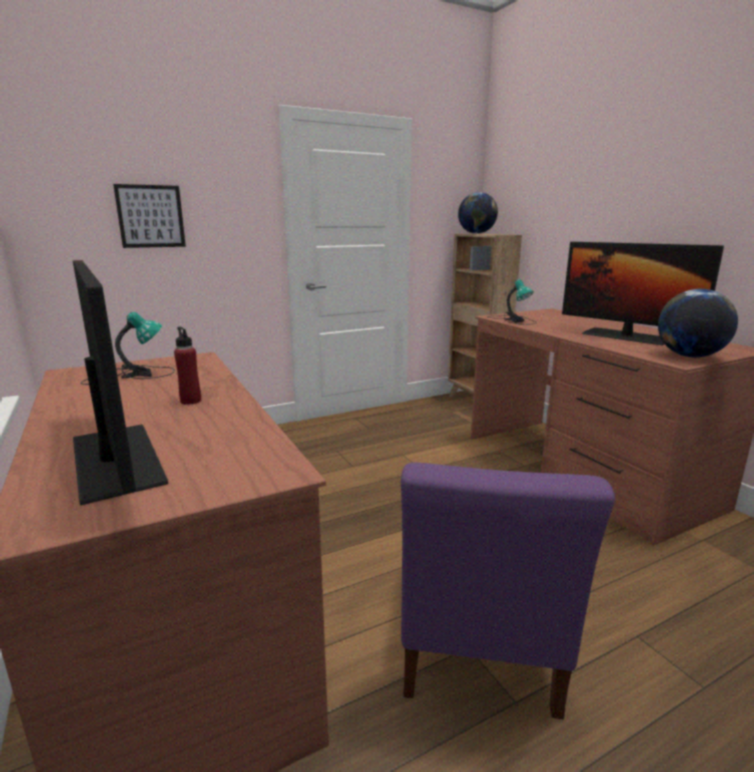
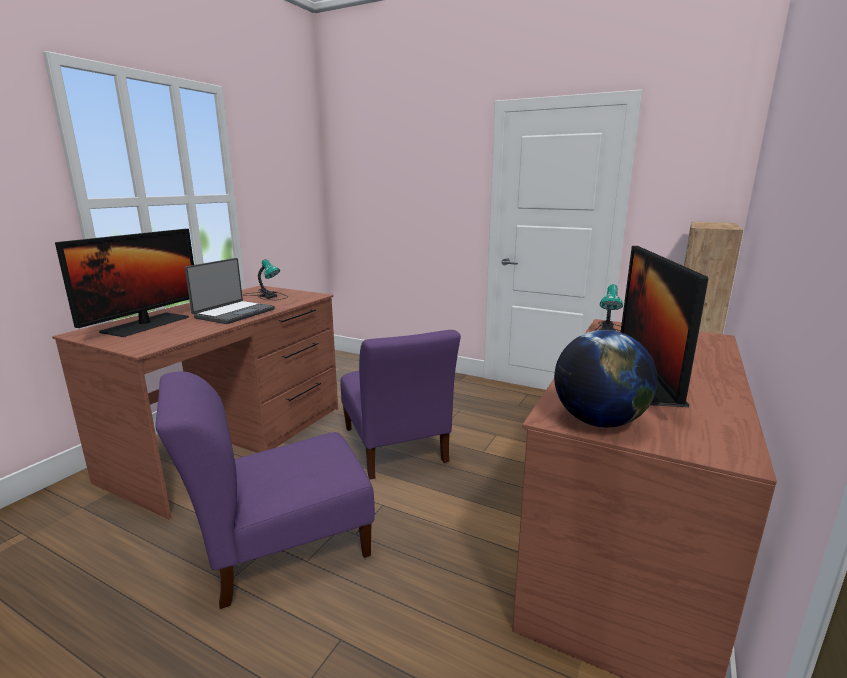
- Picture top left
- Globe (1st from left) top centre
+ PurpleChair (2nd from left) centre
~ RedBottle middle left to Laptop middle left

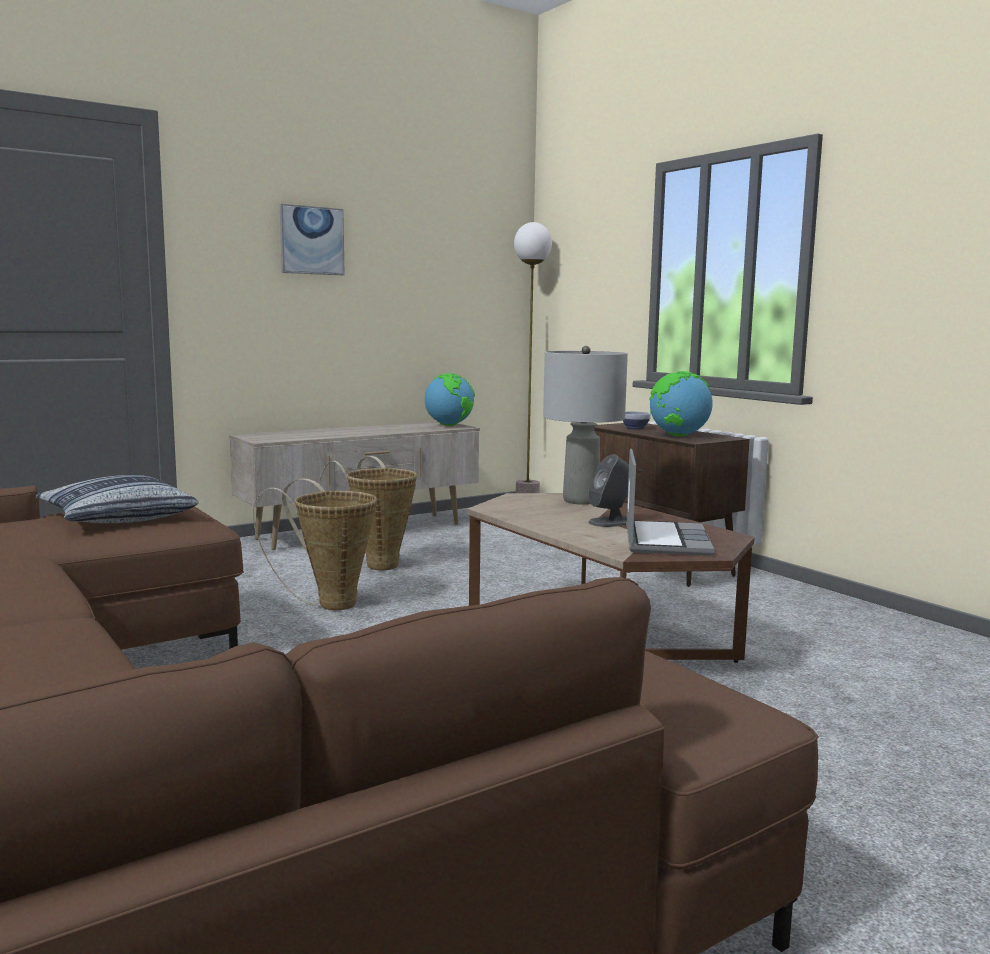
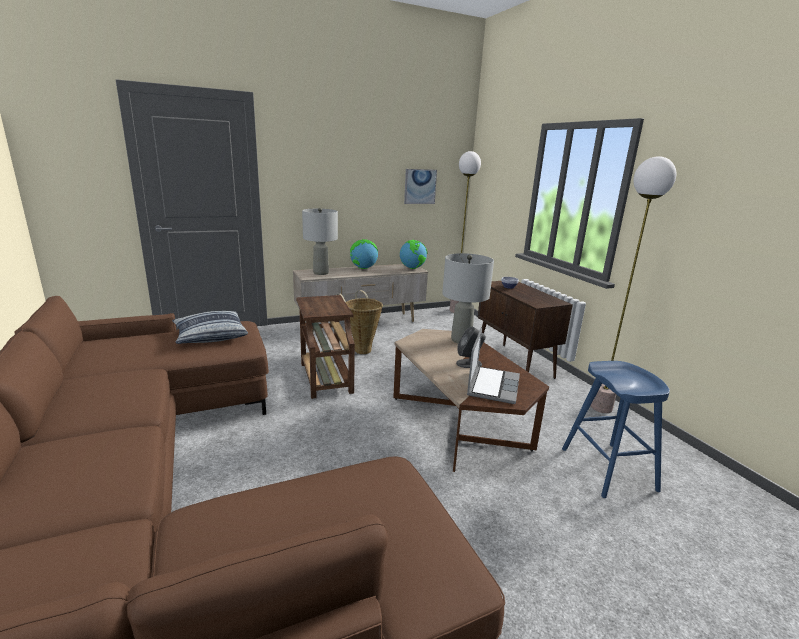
+ GreyTableLamp (1st from left) centre
+ BlueStool bottom right
+ FloorLamp (2nd from left) middle right
~ Picture top left to top centre
~ Globe (2nd from left in the first image) middle right to Globe (1st from left) centre
~ Basket (1st from left) middle left to BrownSideTable centre

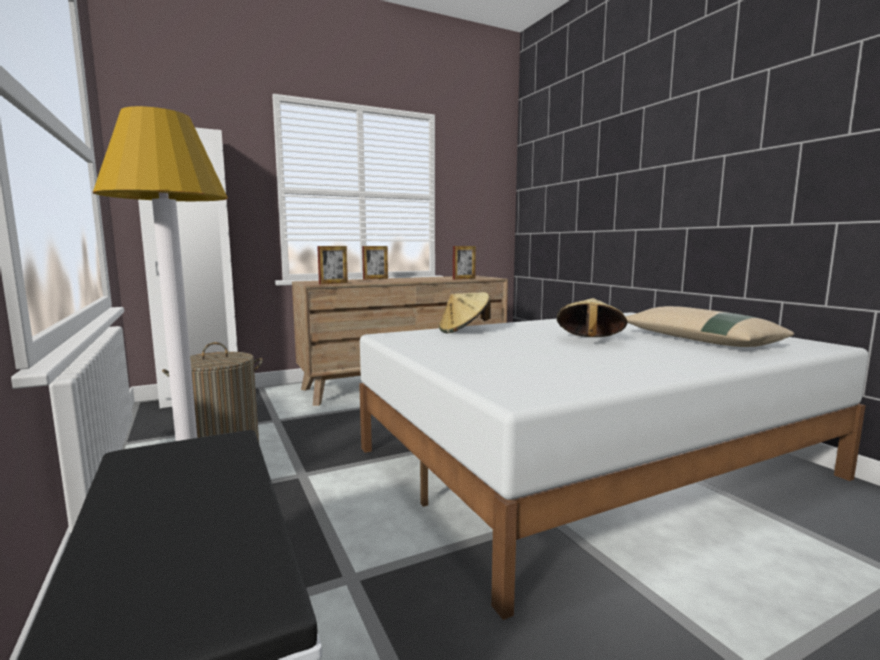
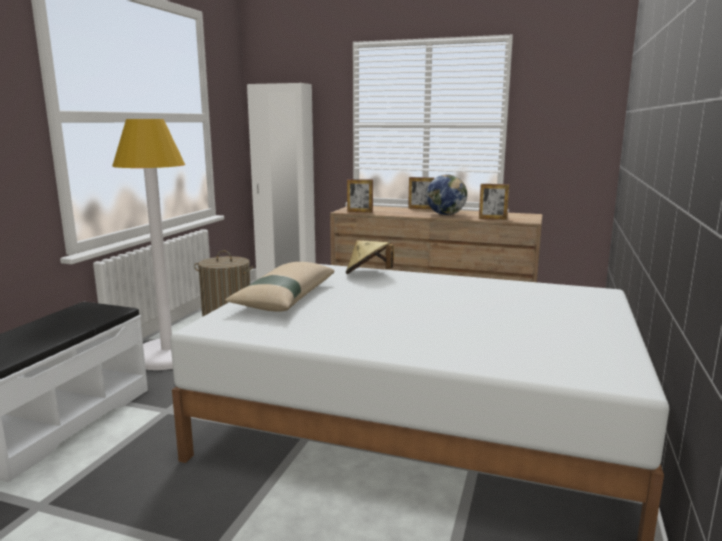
- BeigeHat (2nd from left) middle right
+ Globe centre
~ BeigePillow middle right to centre

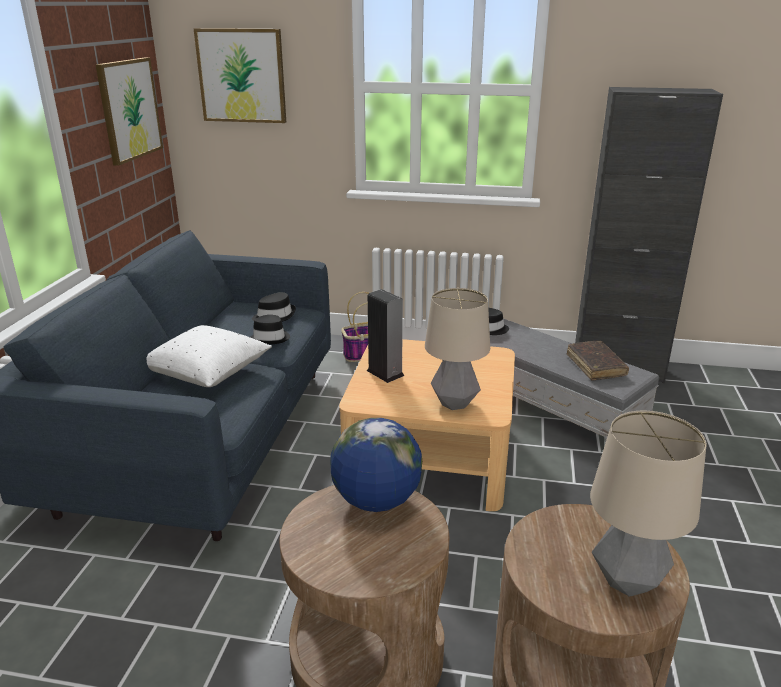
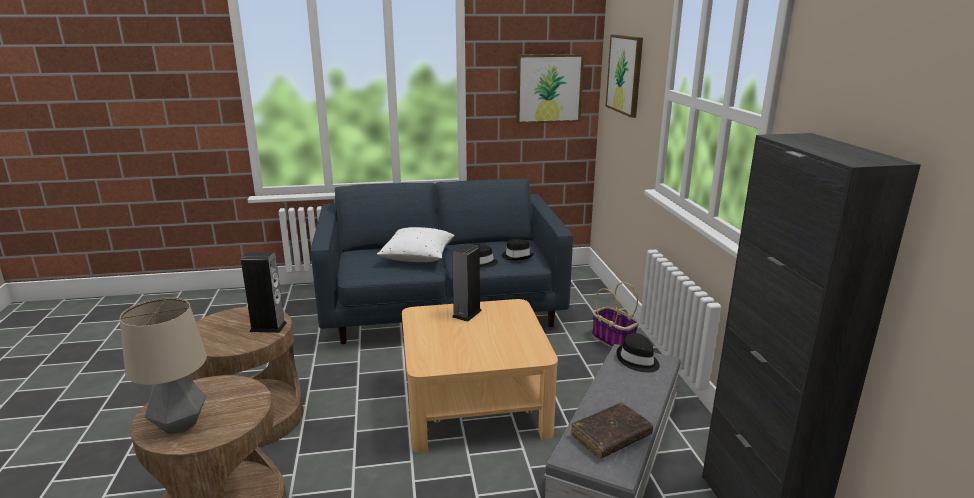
- TableLamp (1st from left) centre
~ Globe bottom centre to Speaker (1st from left) middle left

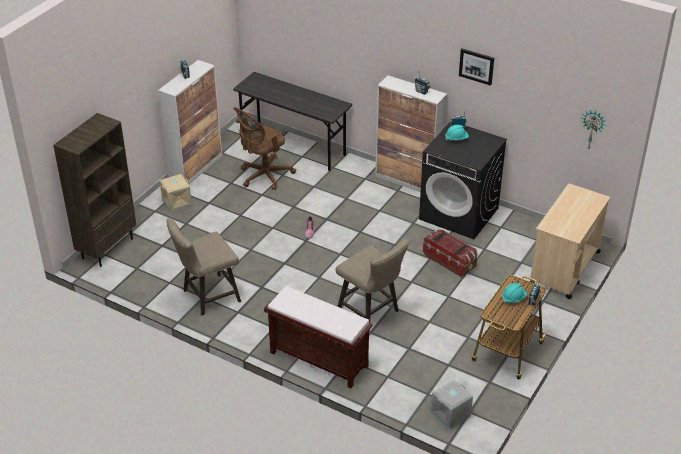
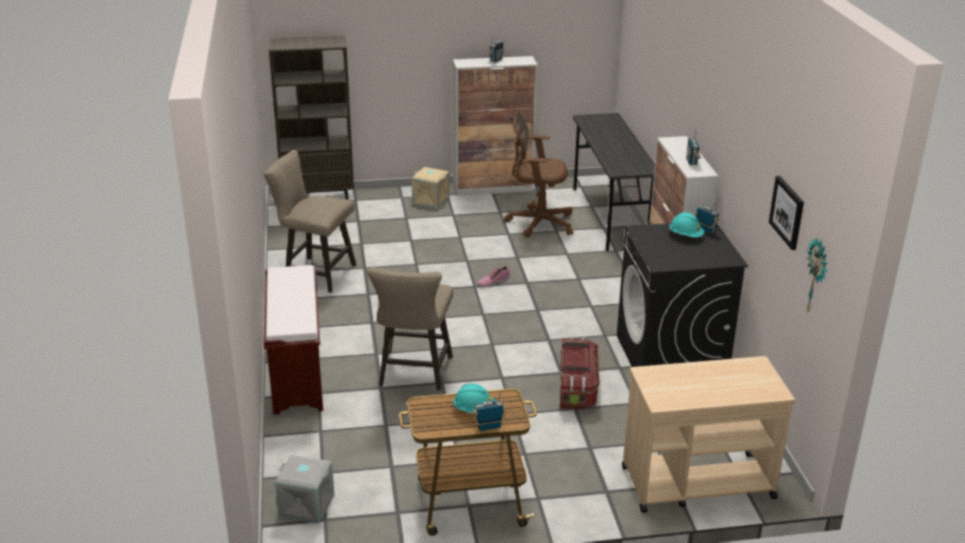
~ Picture top right to middle right

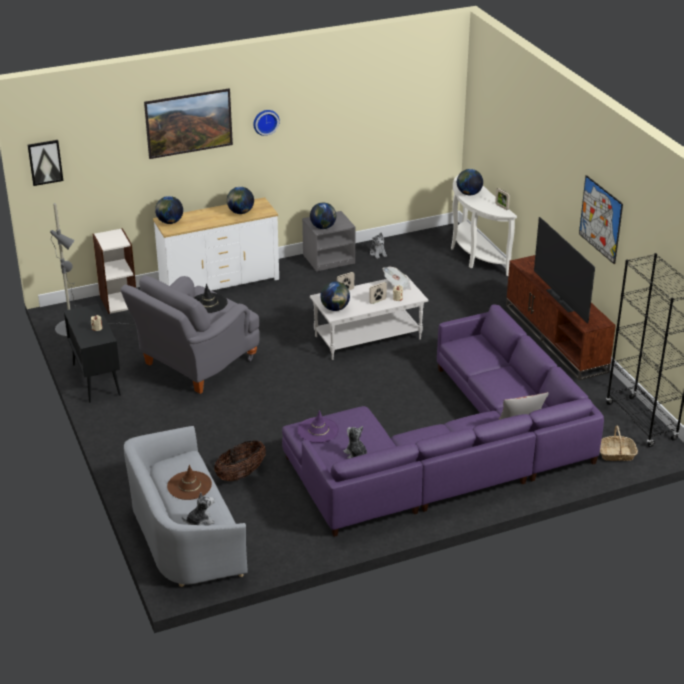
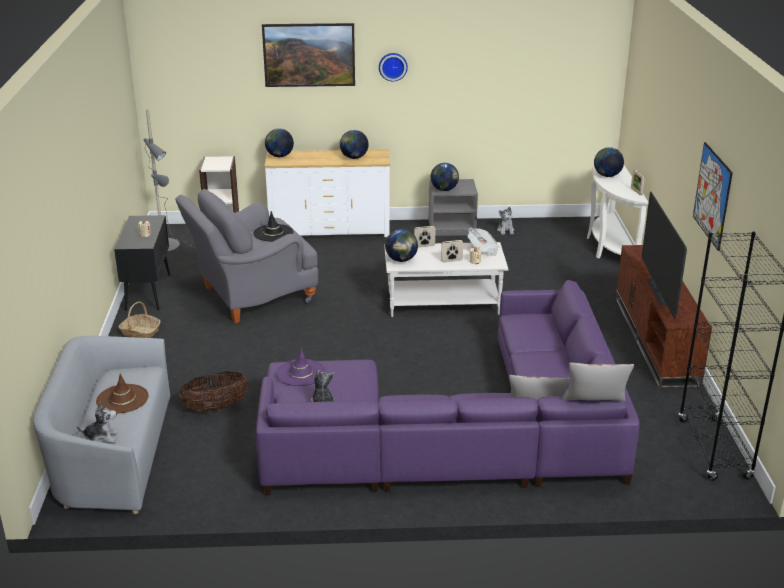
- Picture (1st from left) top left
+ Pillow (2nd from left) middle right
~ Basket (2nd from left in the first image) middle right to Basket (1st from left) middle left

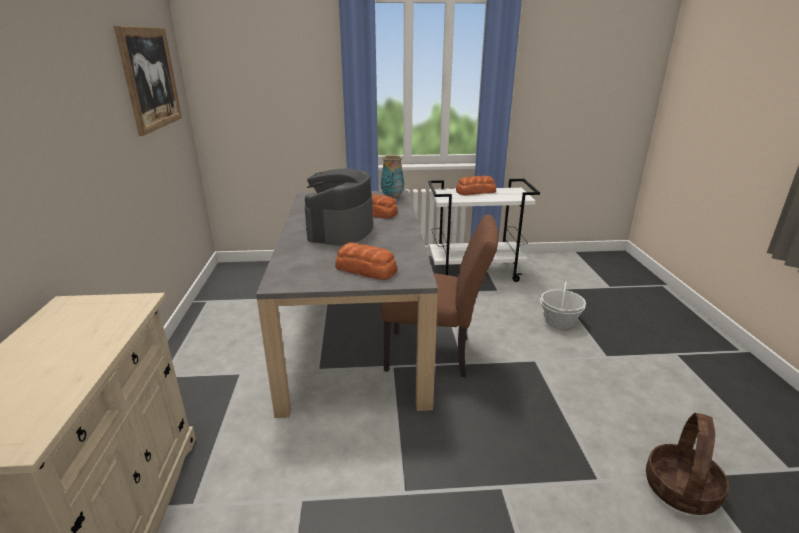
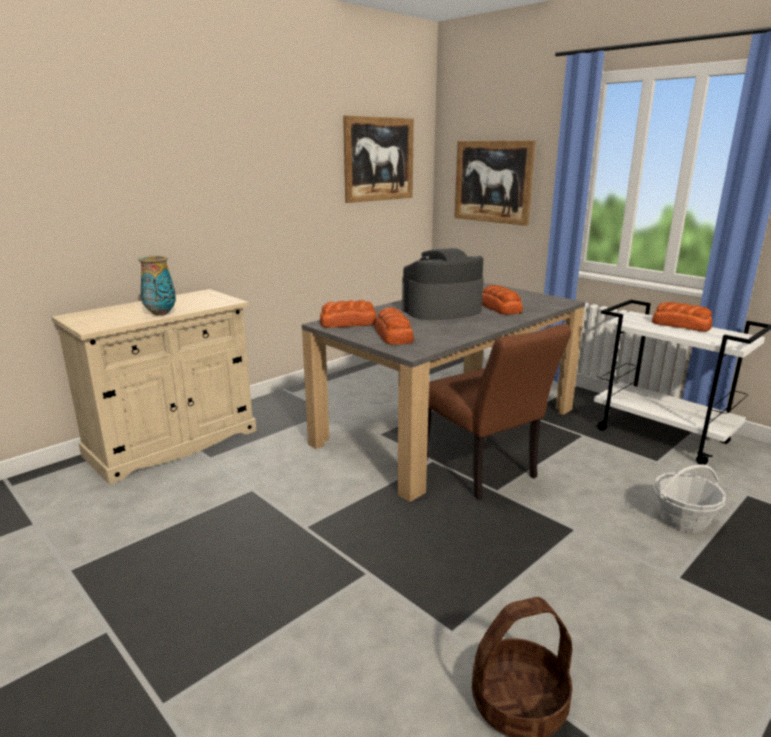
+ Bread (1st from left) centre
+ Picture (2nd from left) top centre
~ Vase top centre to middle left

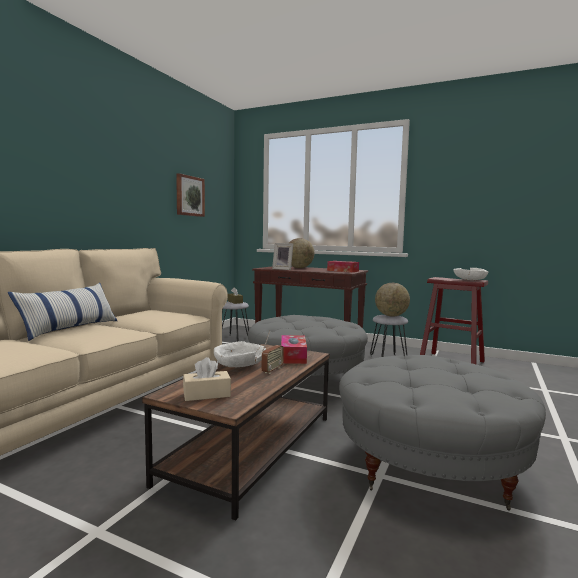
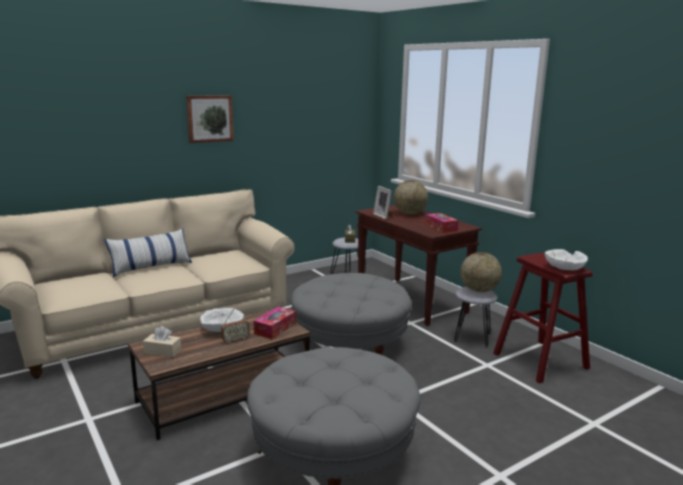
~ Picture middle left to top left

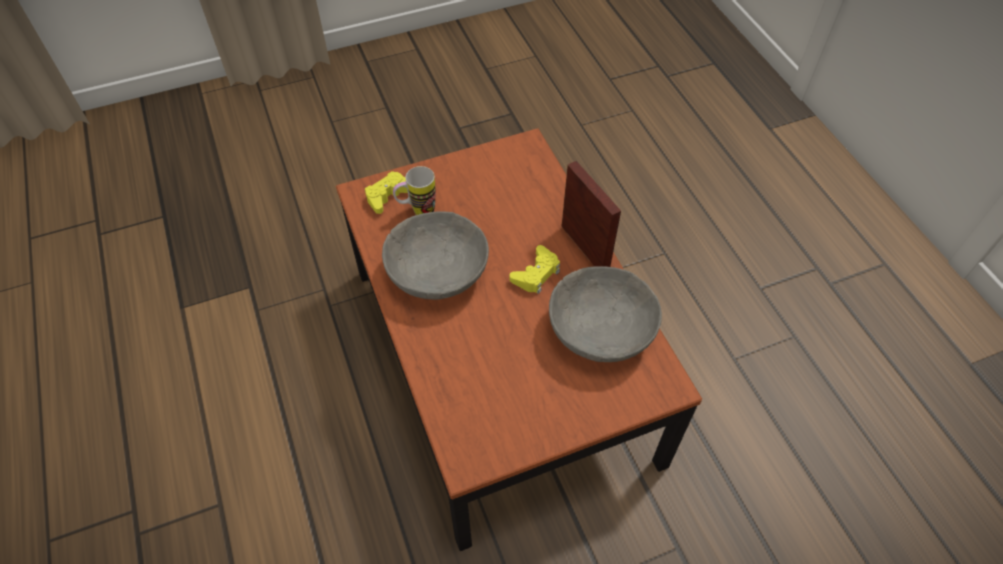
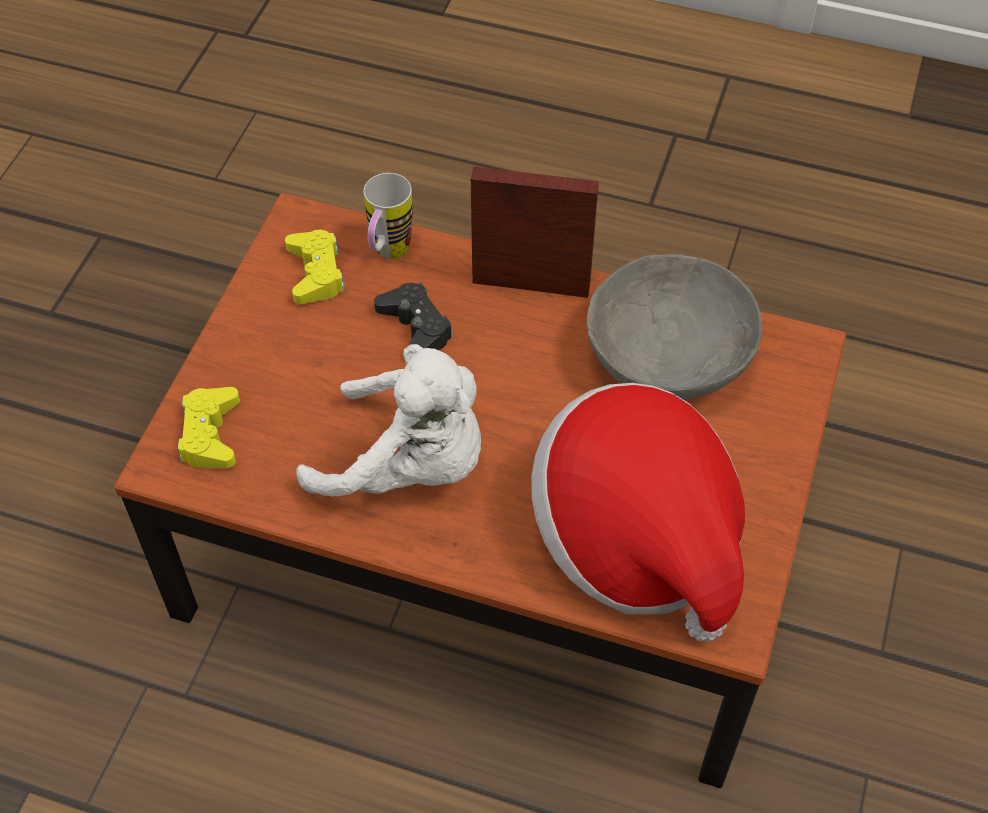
+ BlackGameController centre
+ Hat centre
~ Mug centre to top centre
~ YellowGameController (2nd from left) centre to top left
~ GreyBowl (1st from left) centre to WhitePlushToy centre

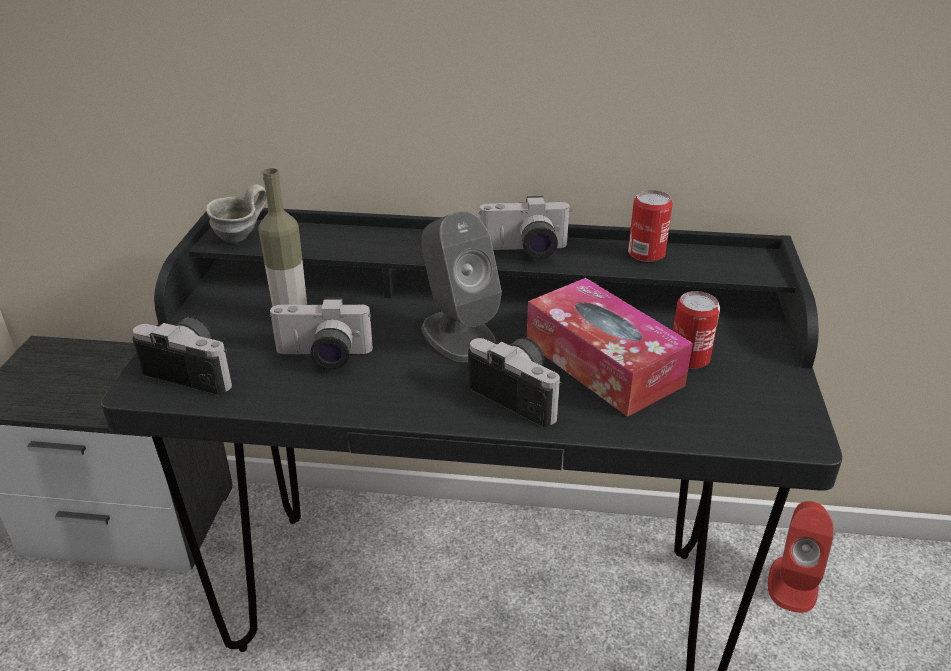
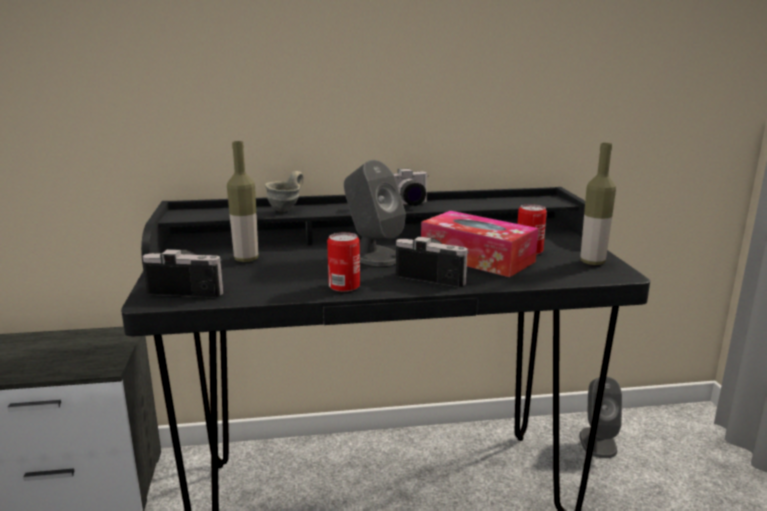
- PhotoCamera (2nd from left) centre
+ Bottle (2nd from left) middle right
~ GreyMug top left to centre
~ Can (1st from left) middle right to centre
~ RedSpeaker bottom right to GreySpeaker (2nd from left) bottom right

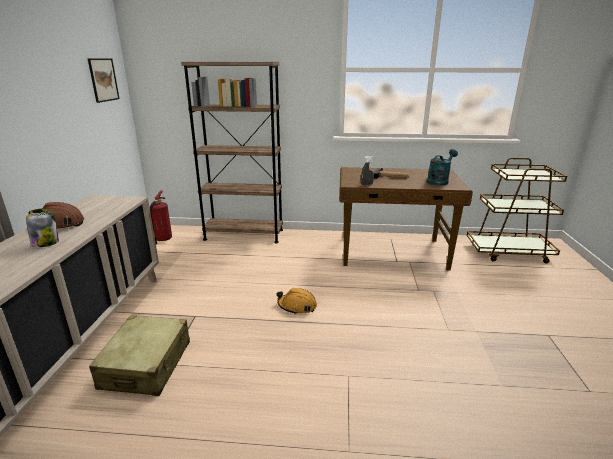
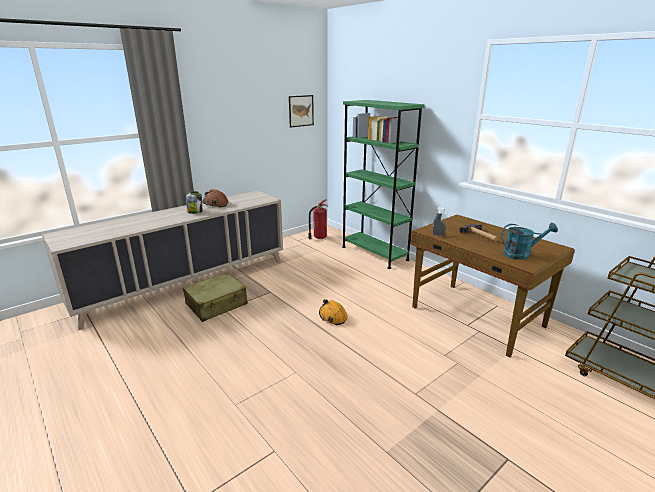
~ BrownBookcase centre to GreenBookcase centre

